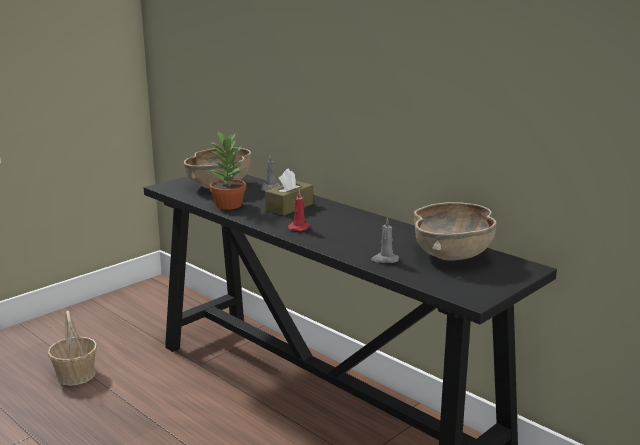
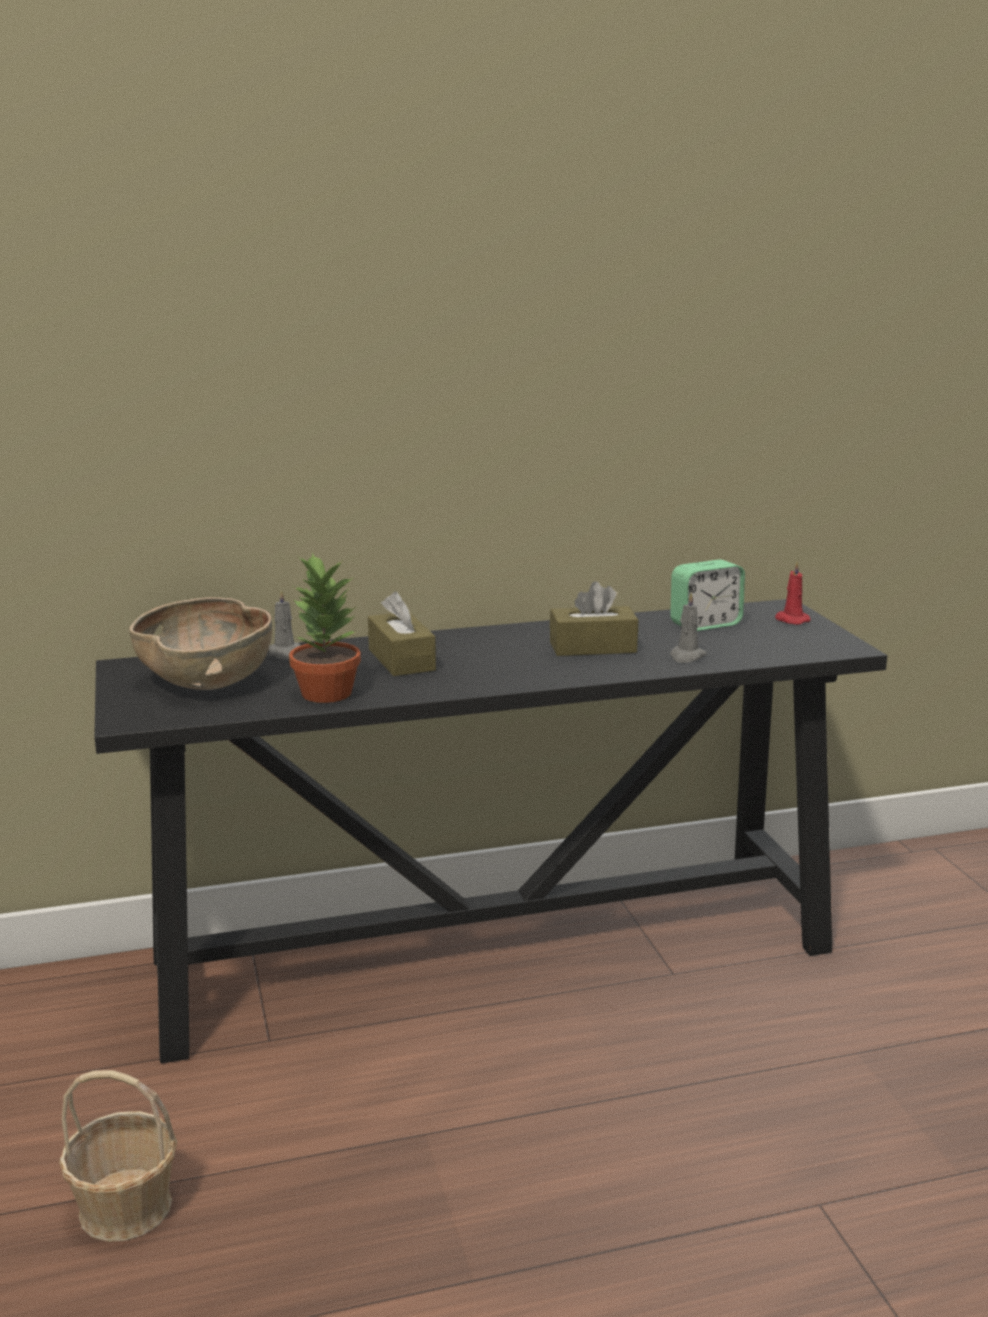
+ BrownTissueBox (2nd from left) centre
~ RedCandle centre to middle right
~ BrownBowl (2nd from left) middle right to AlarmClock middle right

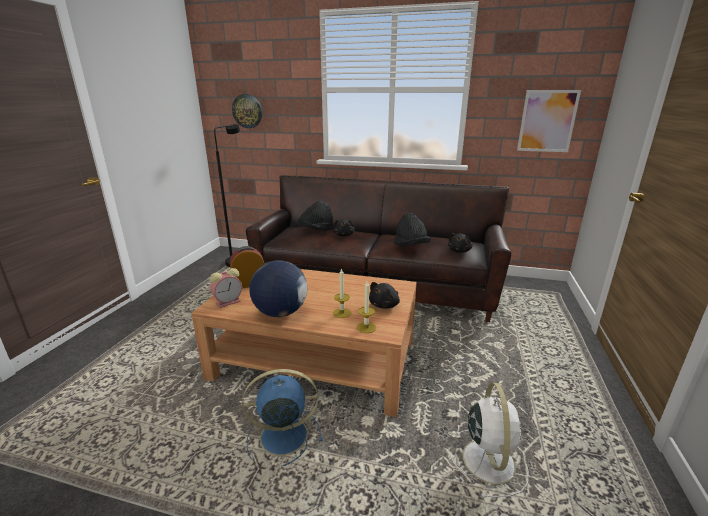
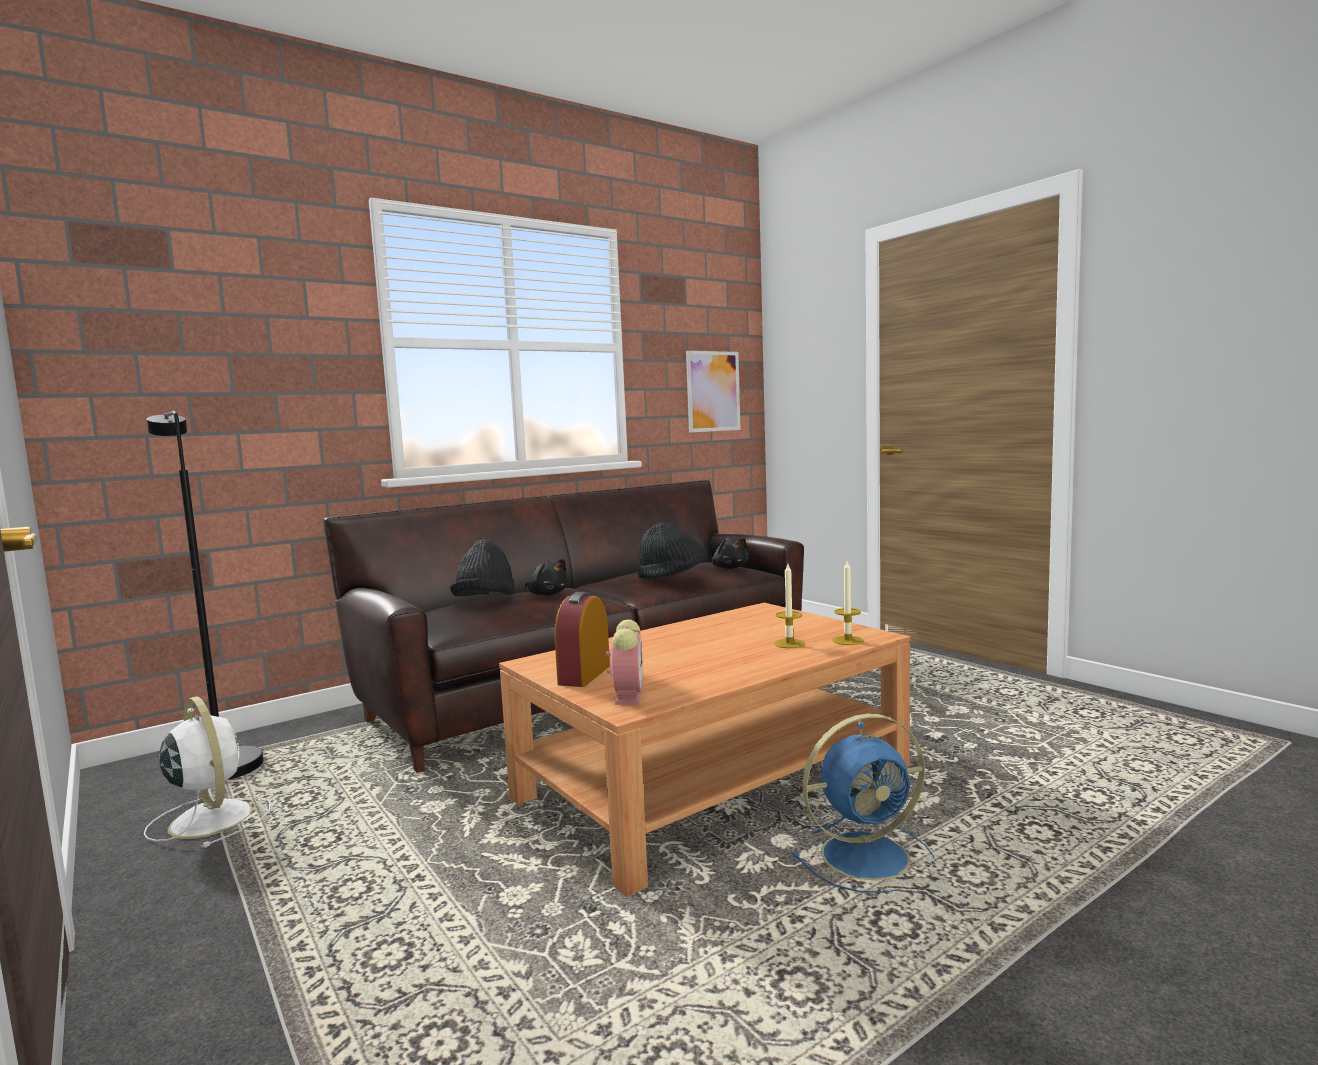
- WallClock top centre
- Globe centre
- BlackPlushToy (2nd from left) centre
~ WhiteFan bottom right to bottom left
~ BlueFan bottom centre = bottom centre 135 degrees counterclockwise

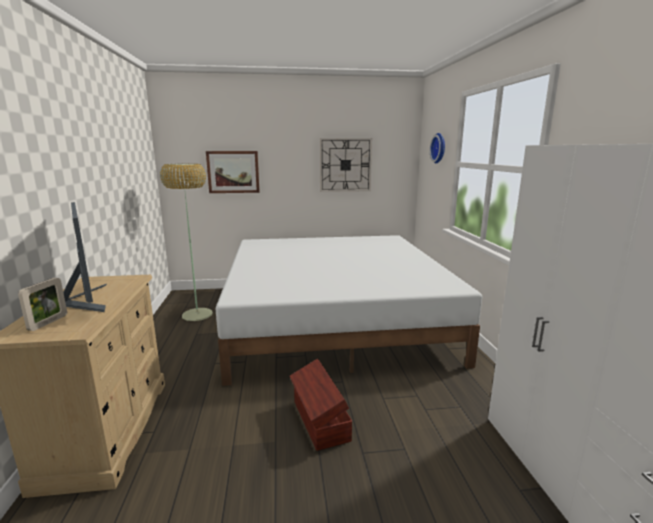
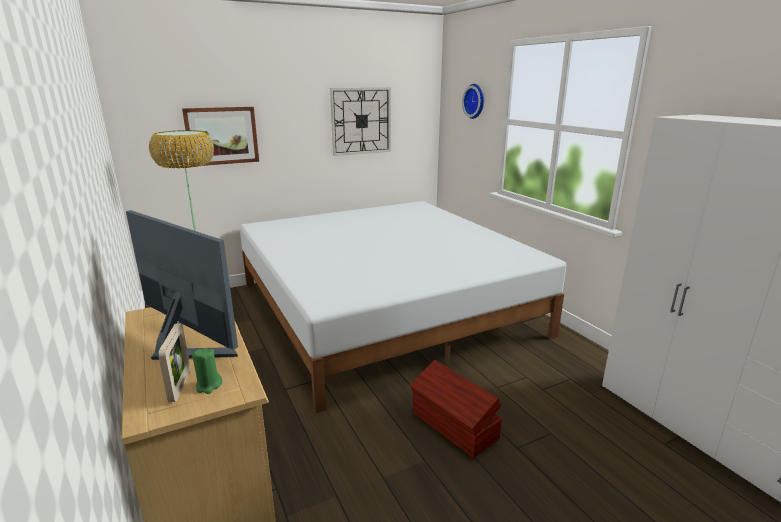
+ GreenCandle bottom left

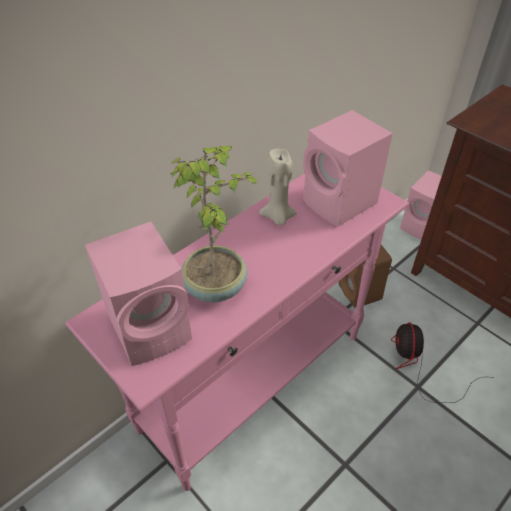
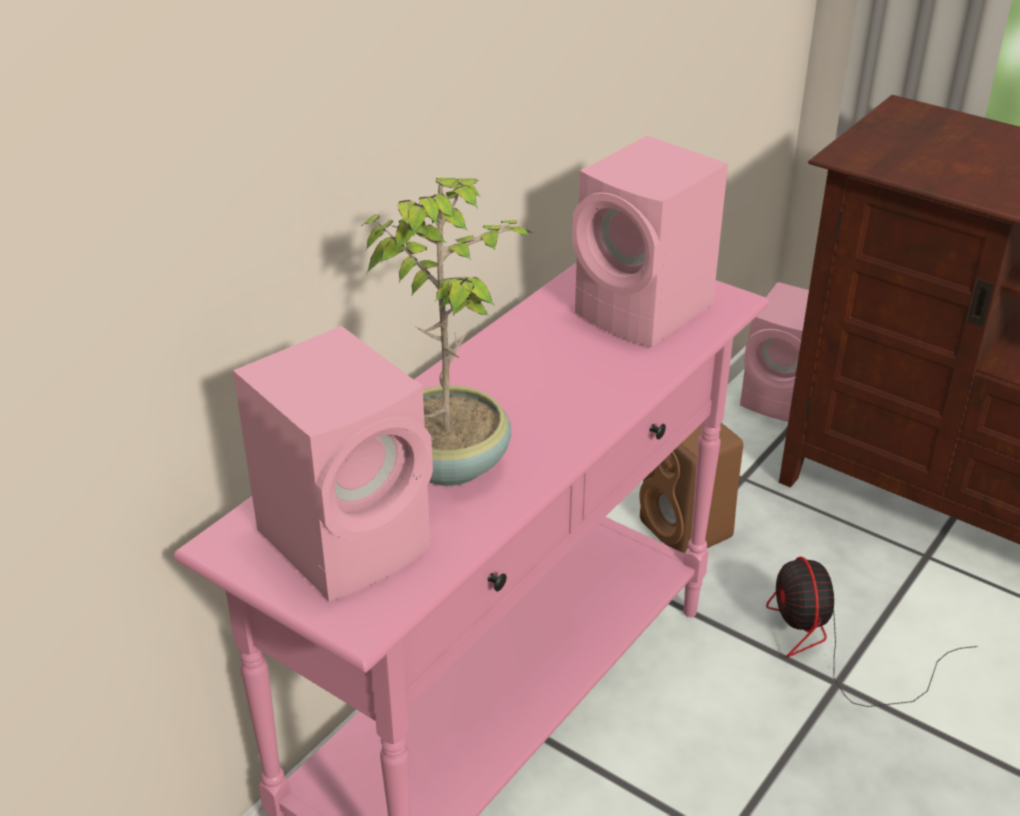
- BeigeCandle centre

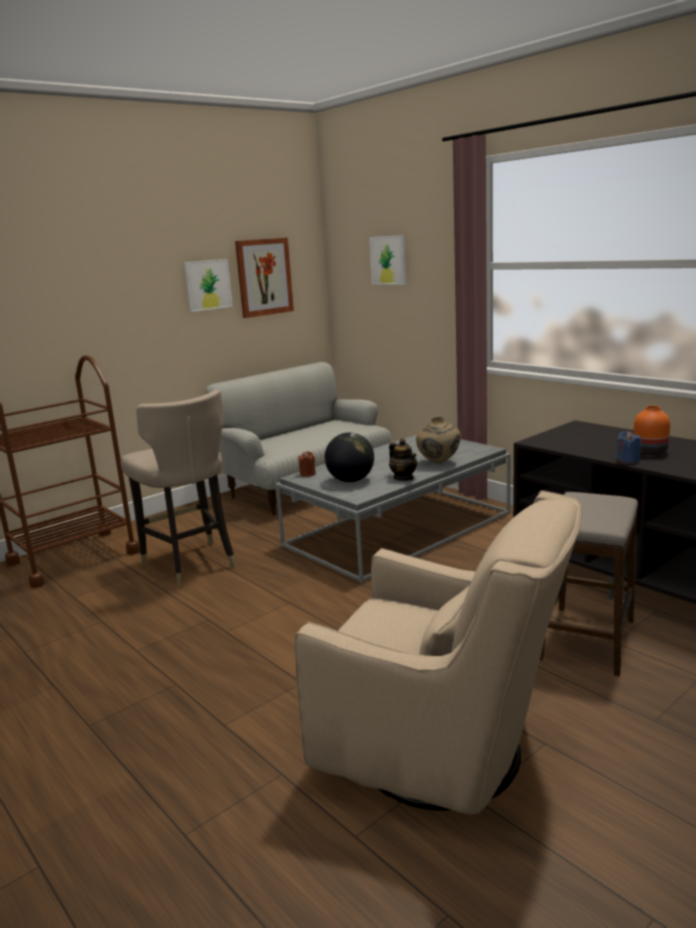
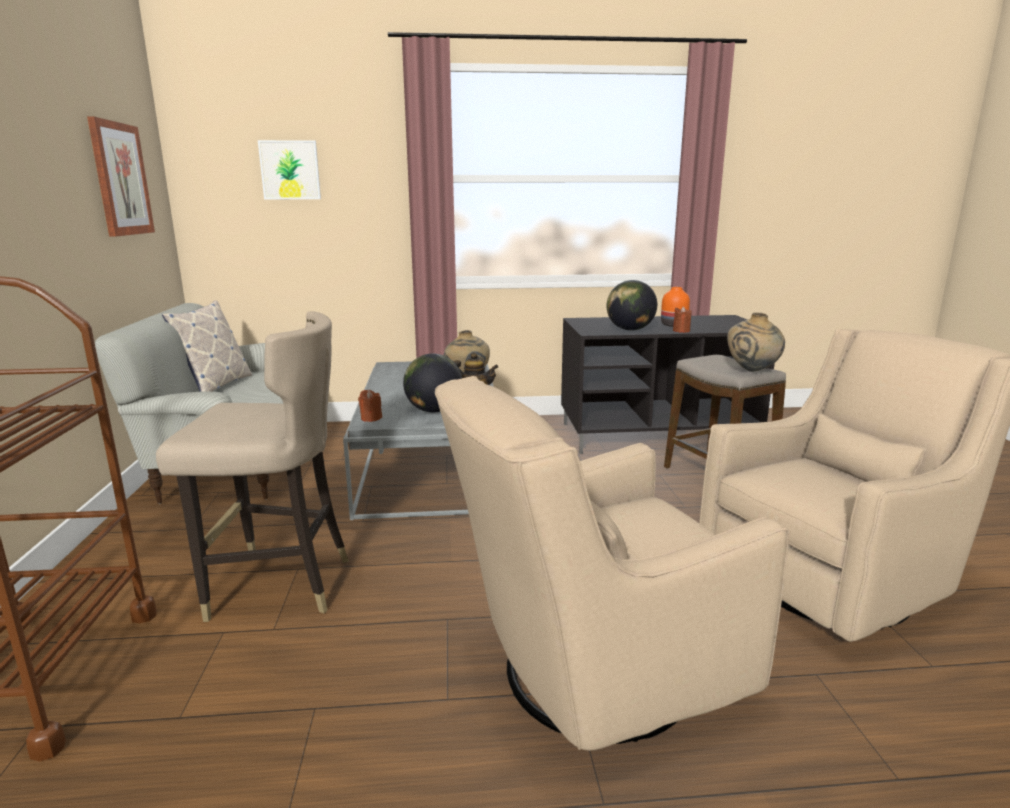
- Picture (1st from left) top left
+ Pillow middle left
+ BeigeArmchair (1st from left) bottom centre
+ Globe (2nd from left) centre
+ BeigeVase (2nd from left) middle right
~ BlueCandle middle right to BrownCandle (2nd from left) middle right

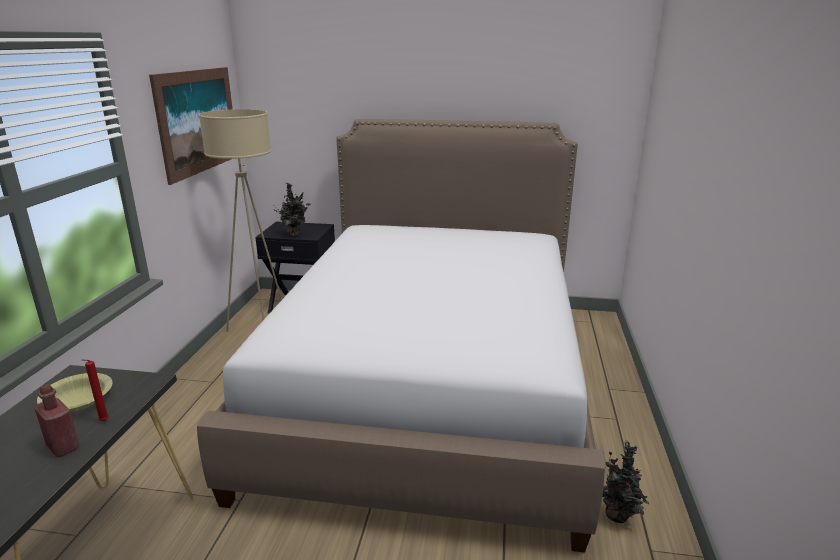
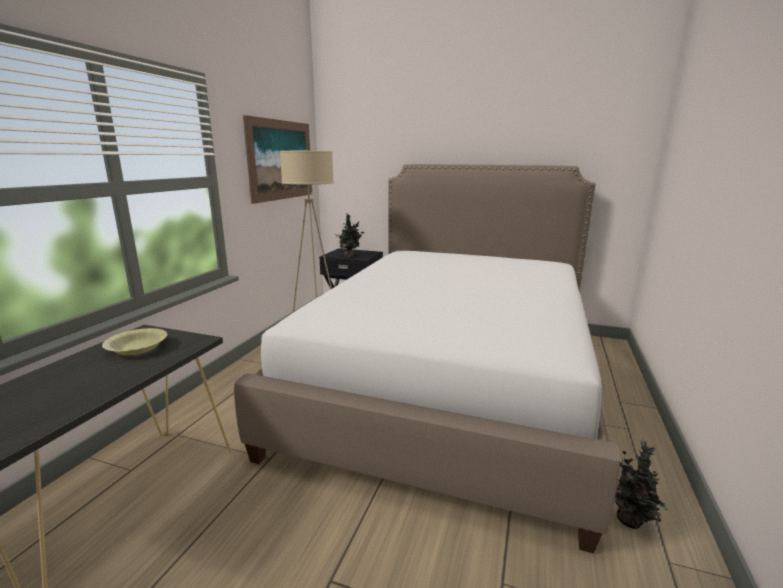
- RedBottle bottom left
- RedCandle bottom left

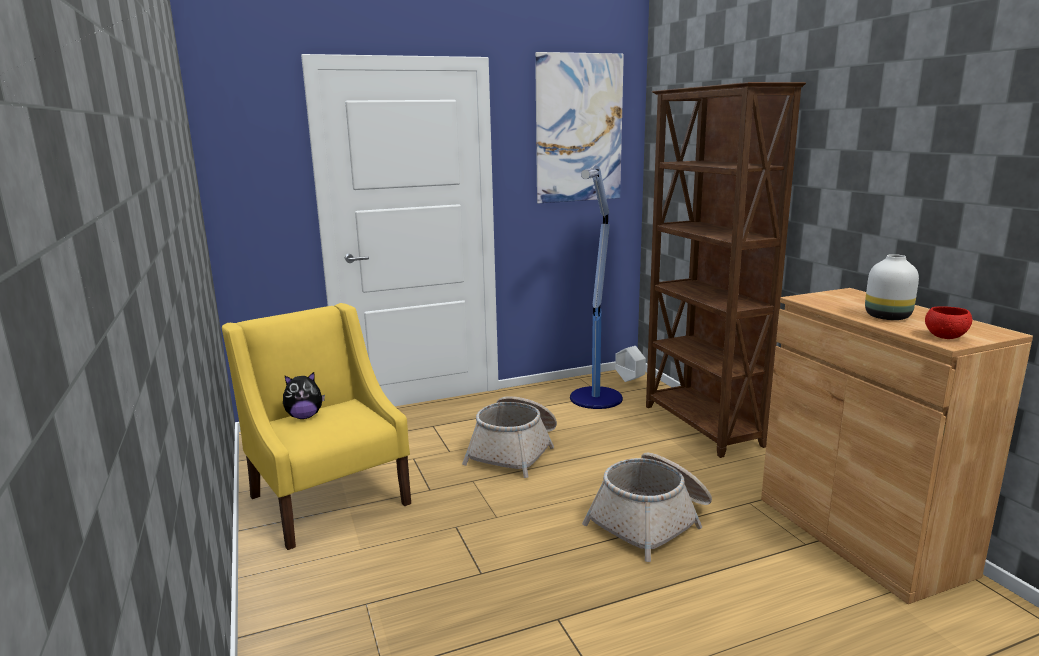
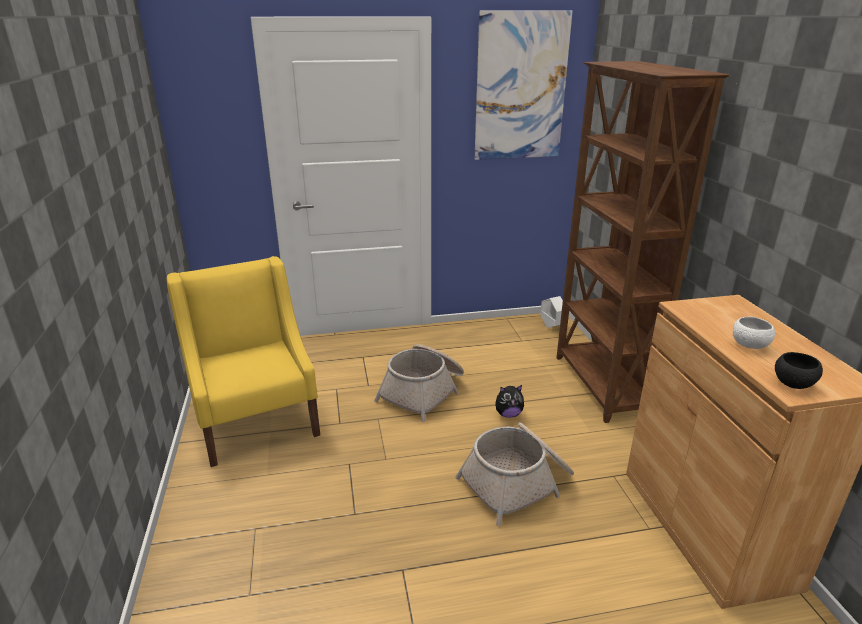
- FloorLamp centre
~ PlushToy middle left to centre
~ WhiteVase middle right to WhiteBowl middle right
~ RedBowl middle right to BlackBowl middle right

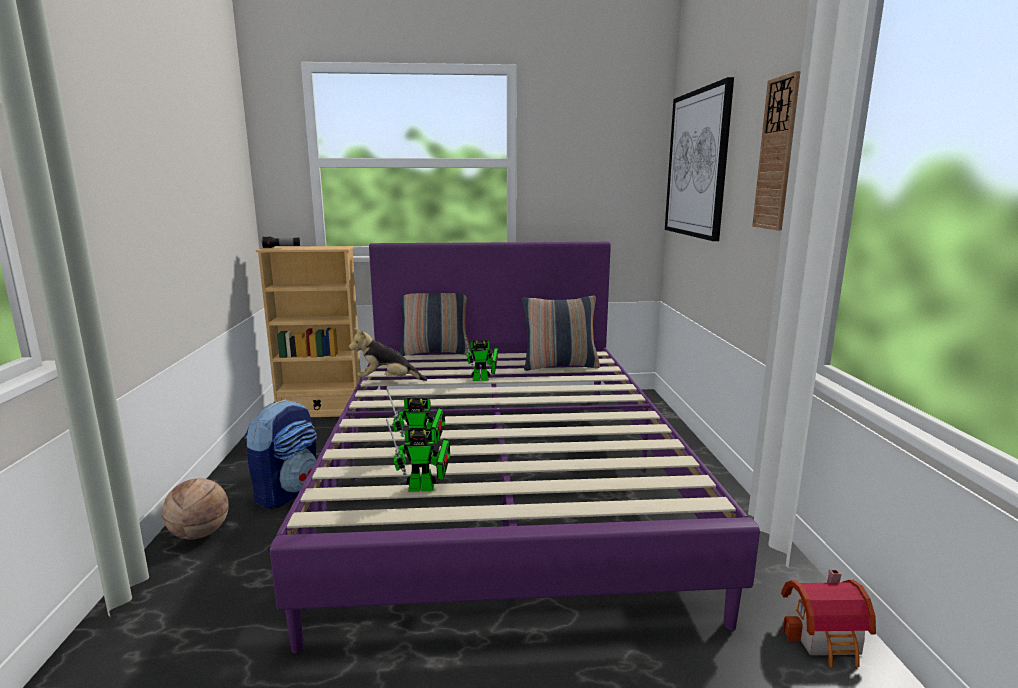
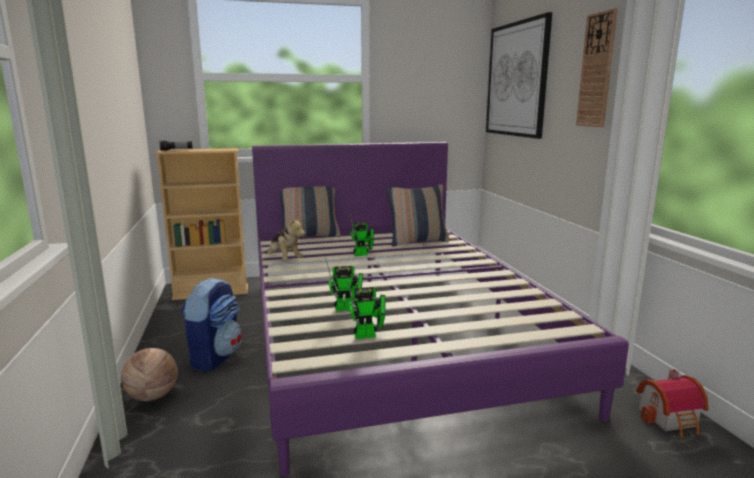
~ PlushToy centre = centre 120 degrees counterclockwise

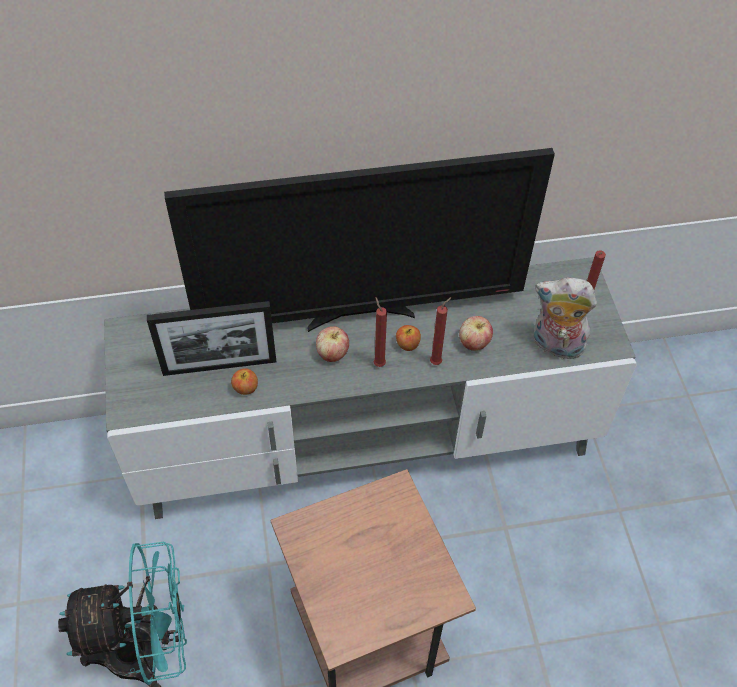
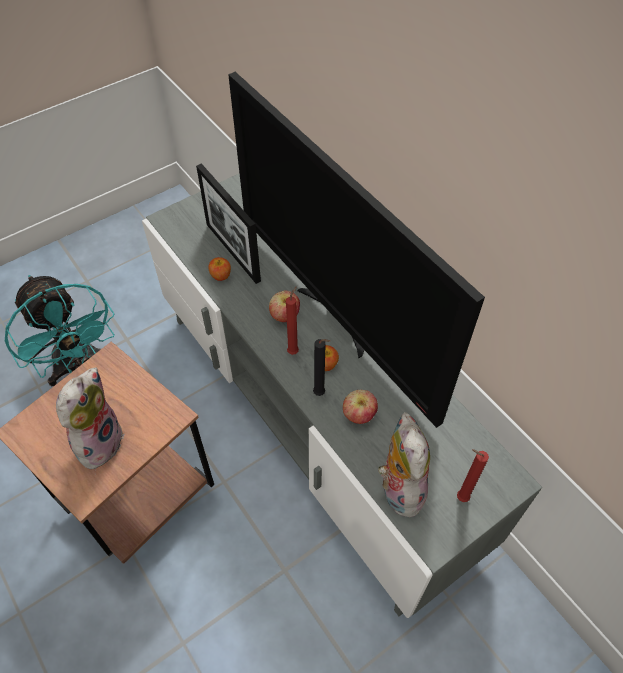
+ PlushToy (1st from left) middle left
~ RedCandle (2nd from left) centre to BlackCandle centre

